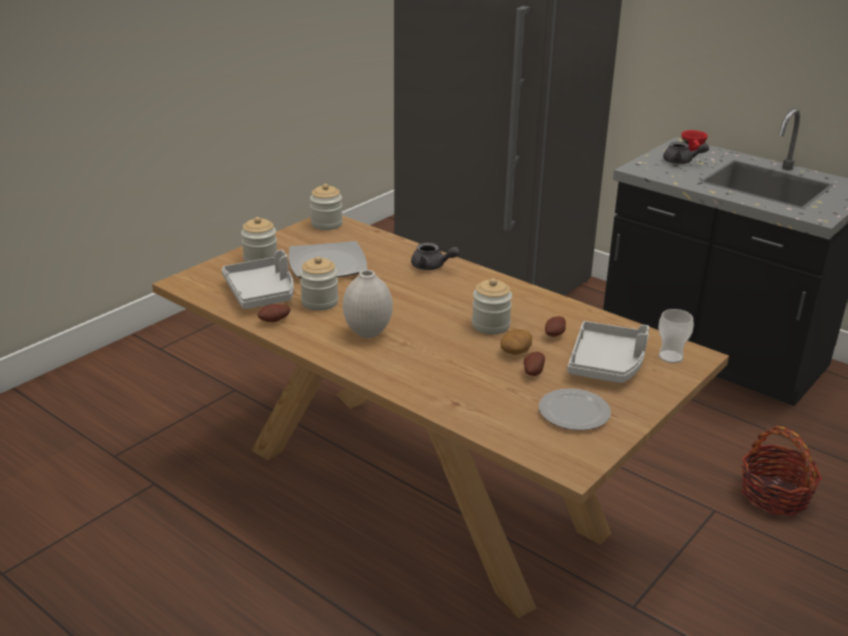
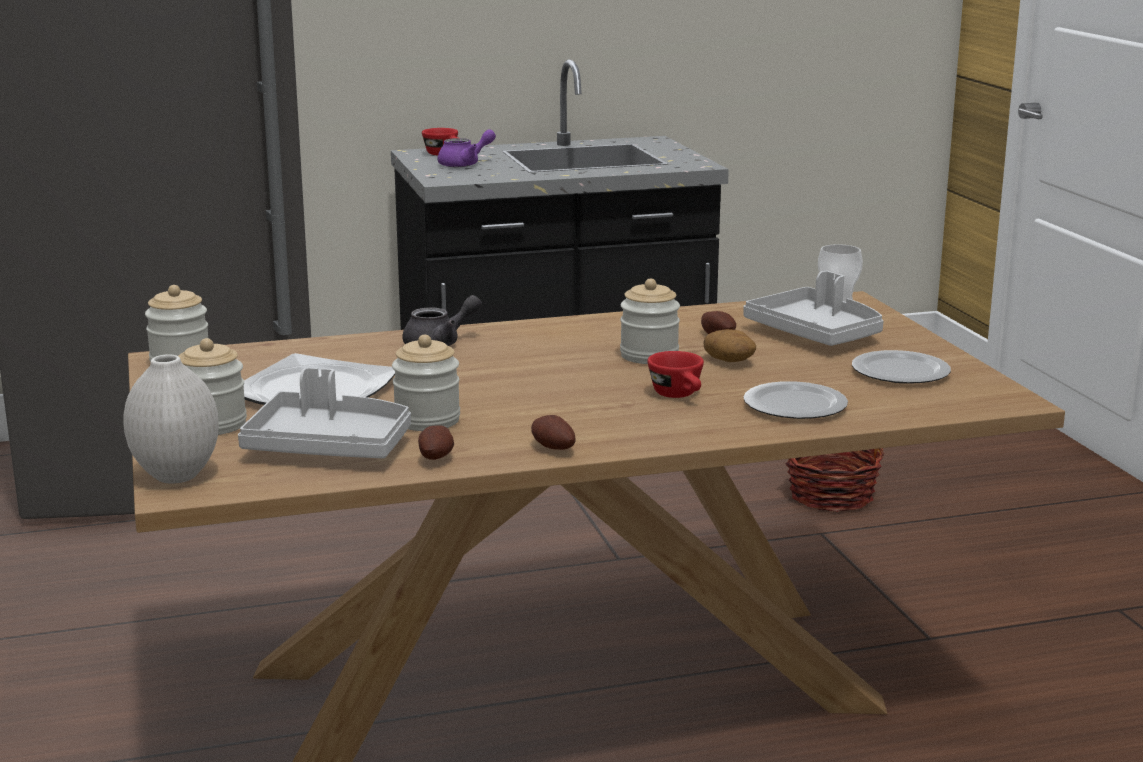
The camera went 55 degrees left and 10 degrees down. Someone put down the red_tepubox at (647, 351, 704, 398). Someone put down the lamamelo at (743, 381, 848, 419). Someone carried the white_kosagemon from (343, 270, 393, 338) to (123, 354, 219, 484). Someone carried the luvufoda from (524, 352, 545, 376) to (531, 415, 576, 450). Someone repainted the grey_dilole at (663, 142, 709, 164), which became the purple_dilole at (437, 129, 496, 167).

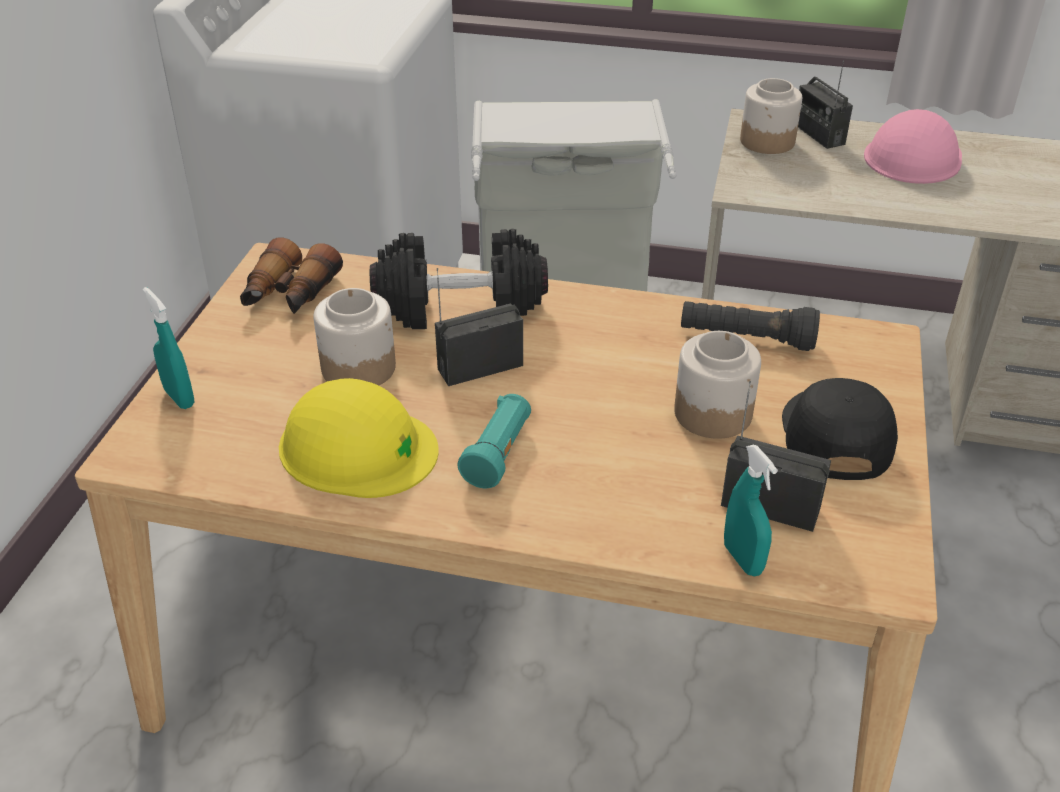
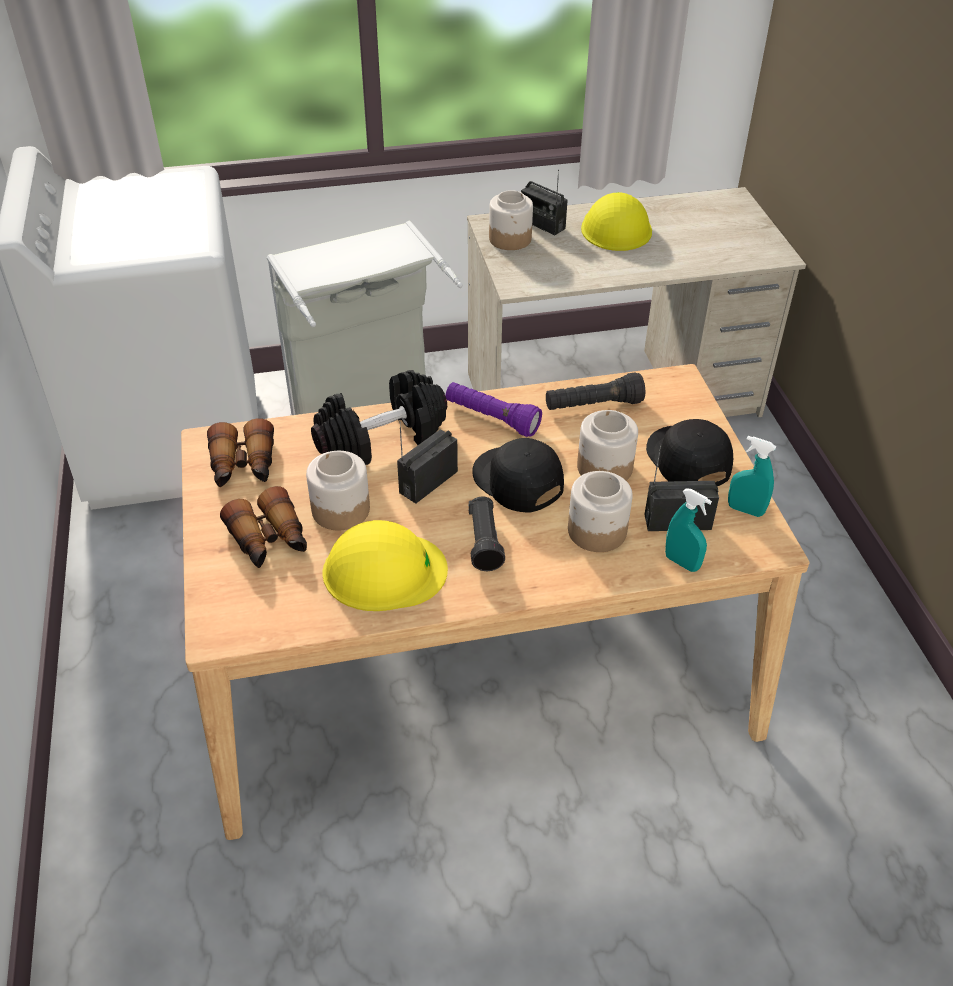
The camera went 25 degrees left and 5 degrees up. Someone put down the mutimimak at (220, 486, 307, 568). Someone put down the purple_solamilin at (446, 382, 542, 437). Someone put down the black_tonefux at (472, 438, 564, 513). Someone put down the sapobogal at (568, 471, 633, 552). Someone carried the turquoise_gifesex from (143, 287, 195, 409) to (728, 436, 776, 517). Someone repainted the turquoise_solamilin at (458, 394, 531, 488), which became the black_solamilin at (468, 496, 505, 571). Someone repainted the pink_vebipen at (864, 109, 962, 184), which became the yellow_vebipen at (581, 192, 652, 251).

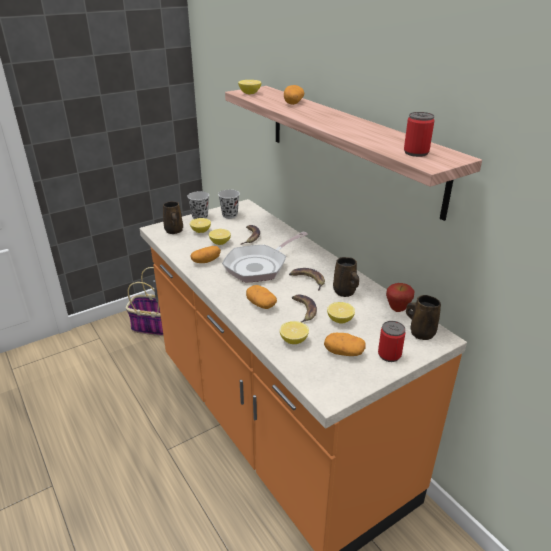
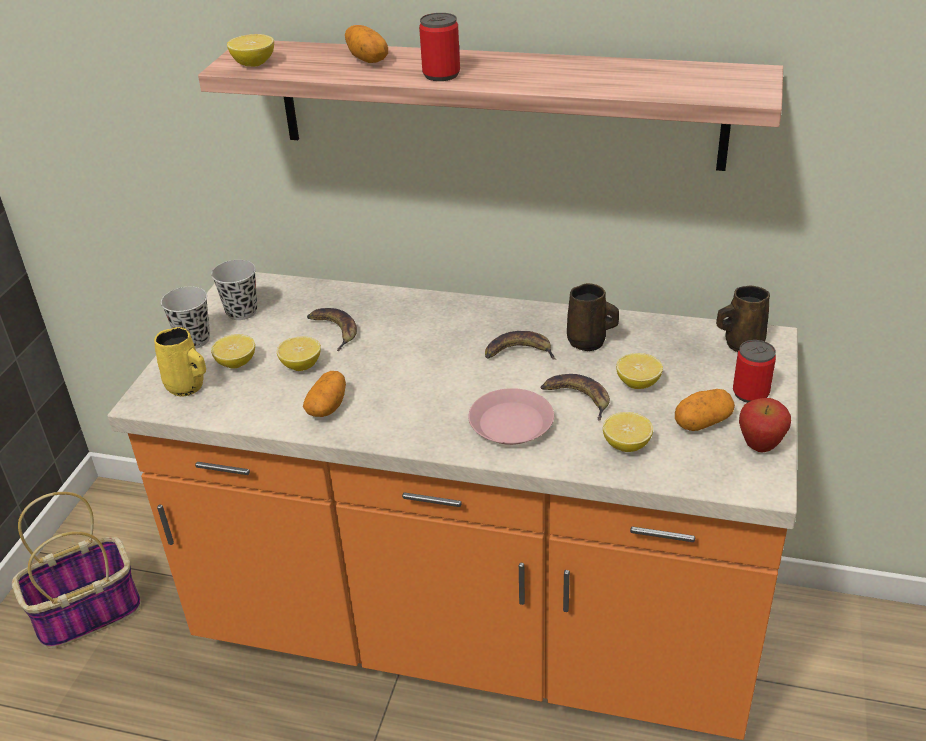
The camera went 40 degrees left and 5 degrees up. Someone took away the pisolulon at (222, 232, 308, 283). Someone carried the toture from (386, 283, 414, 312) to (739, 398, 791, 452). Someone carried the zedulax from (404, 112, 435, 157) to (419, 13, 460, 81). Someone swapped the luvufoda at (246, 285, 277, 309) for the pink_lamamelo at (468, 388, 554, 445). Someone repainted the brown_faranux at (163, 201, 183, 234), which became the yellow_faranux at (154, 327, 206, 397).

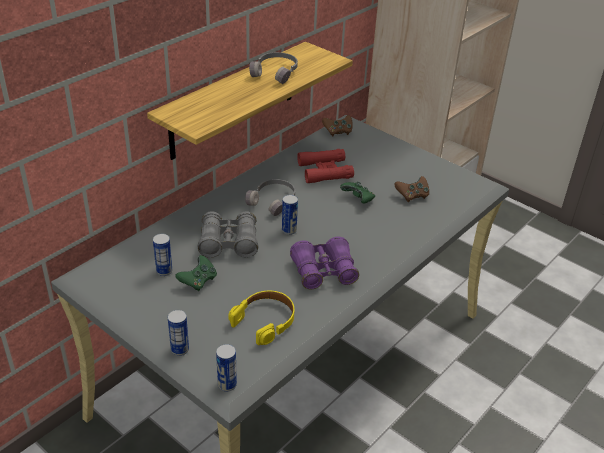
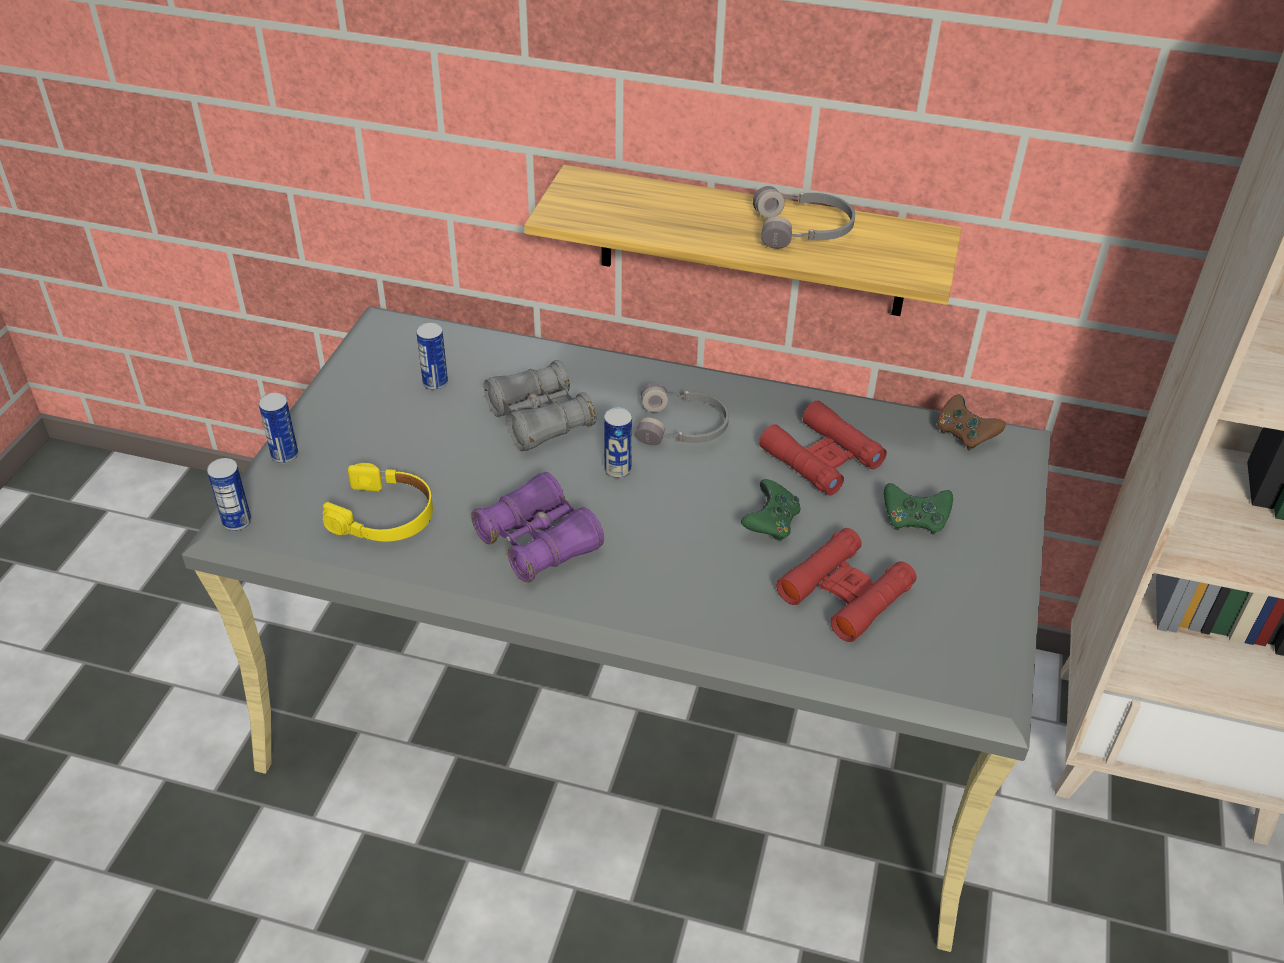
The camera went 65 degrees right and 5 degrees up. Someone carried the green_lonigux from (175, 255, 217, 291) to (884, 483, 953, 535). Someone swapped the brown_lonigux at (394, 176, 429, 202) for the red_mutimimak at (776, 528, 917, 642).

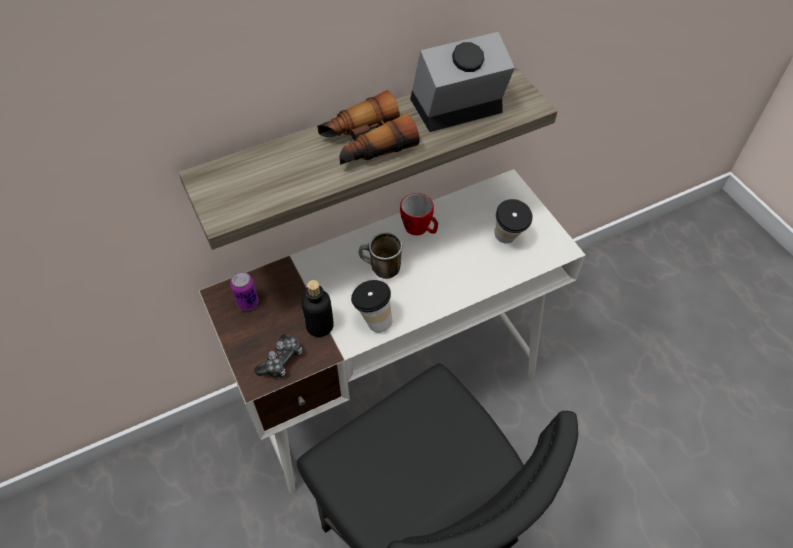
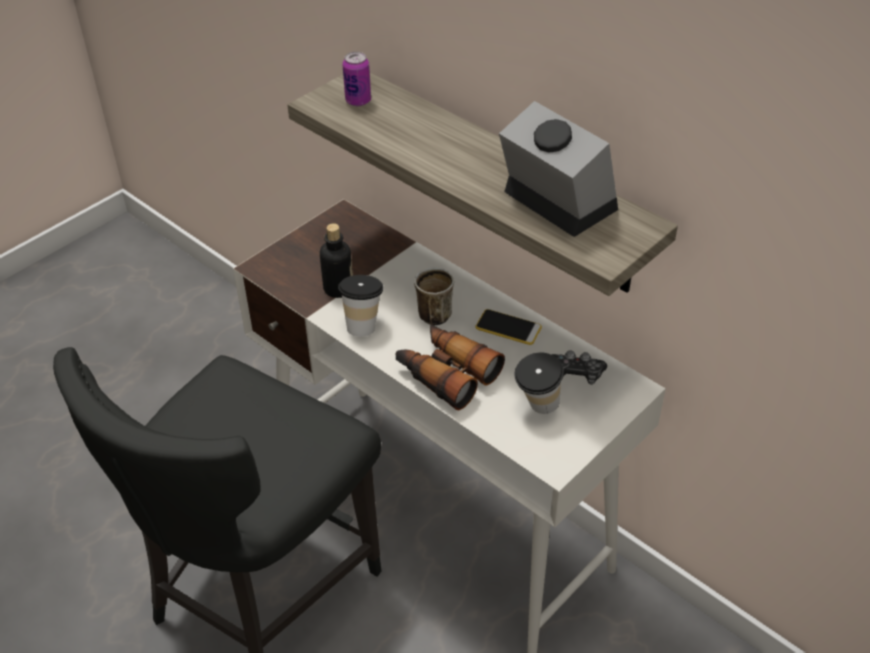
The camera went 70 degrees right and 10 degrees down. Someone carried the zedulax from (230, 272, 259, 311) to (343, 52, 371, 106). Someone carried the lonigux from (254, 334, 302, 377) to (552, 350, 607, 385). Someone carried the mutimimak from (317, 90, 420, 165) to (396, 324, 505, 410). Someone swapped the faranux at (400, 193, 438, 235) for the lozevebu at (475, 309, 542, 345).

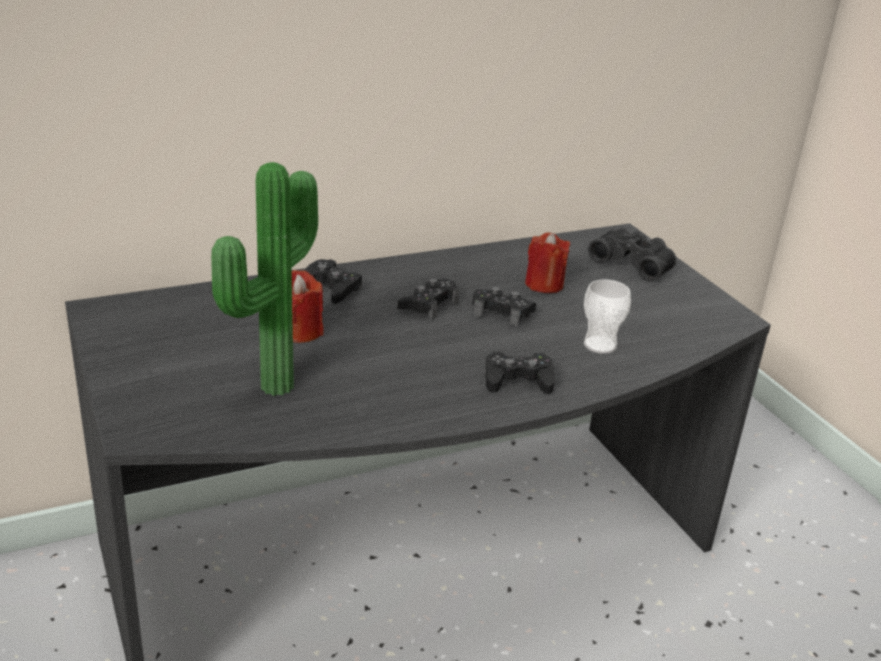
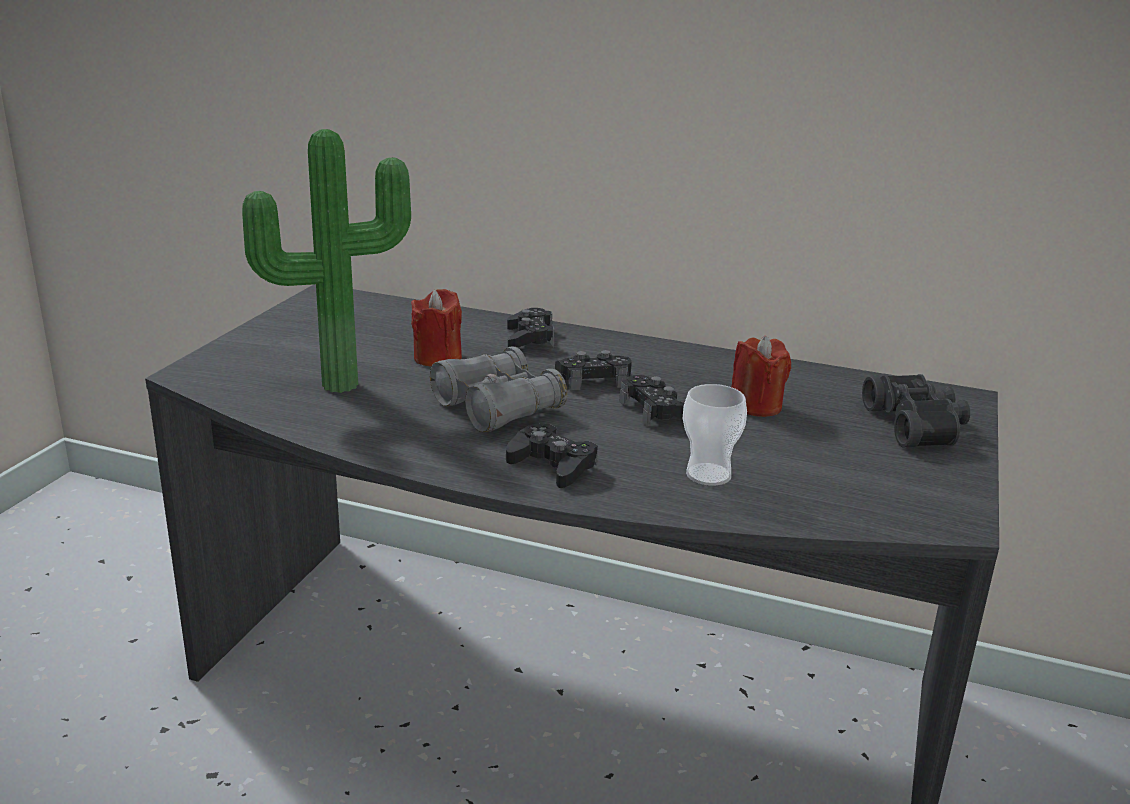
The camera went 45 degrees right and 5 degrees down. Someone put down the grey_mutimimak at (430, 347, 567, 432).

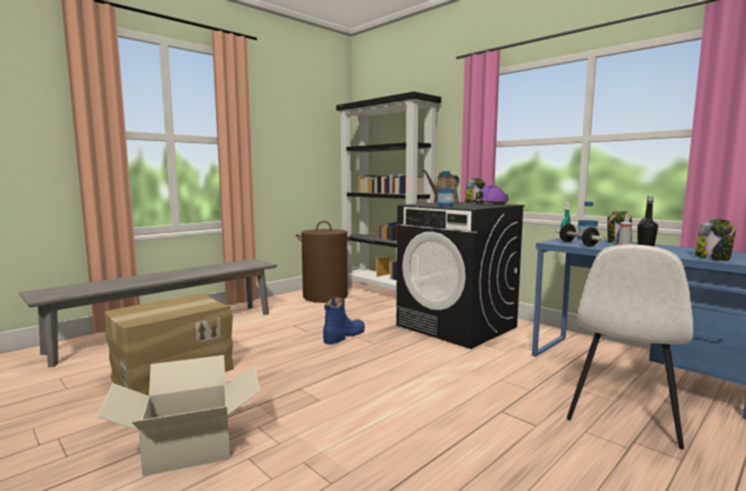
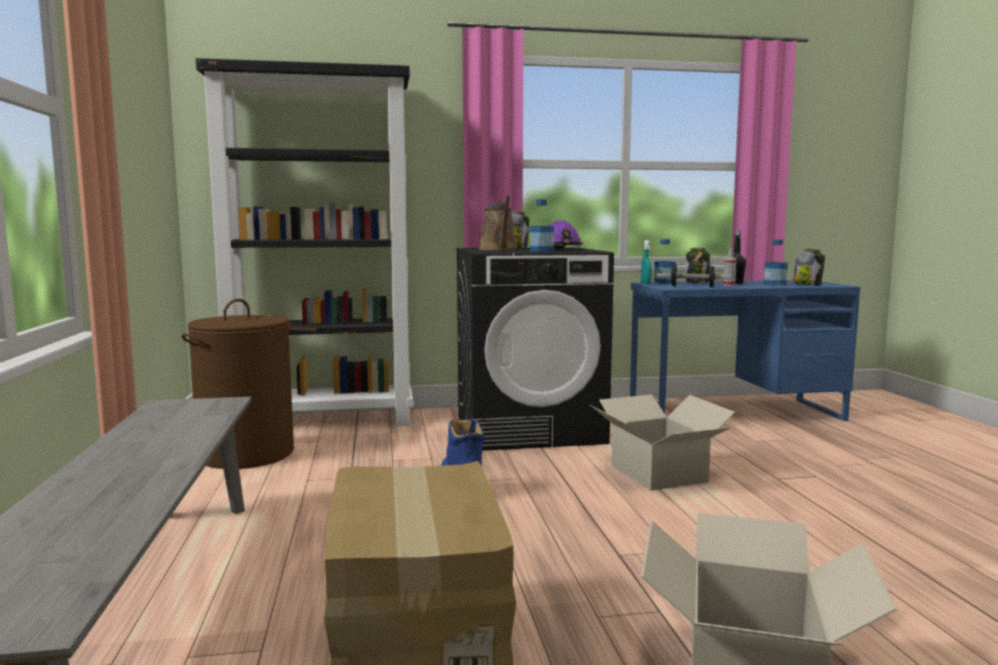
The camera went 55 degrees left and 0 degrees up. Someone took away the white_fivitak at (567, 244, 693, 449). Someone put down the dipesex at (590, 395, 735, 491). Someone put down the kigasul at (764, 239, 788, 286).

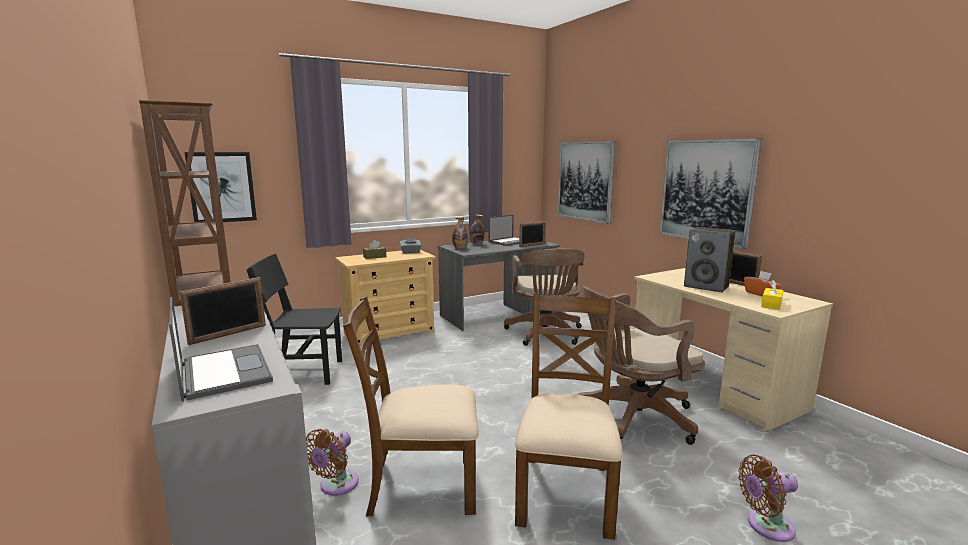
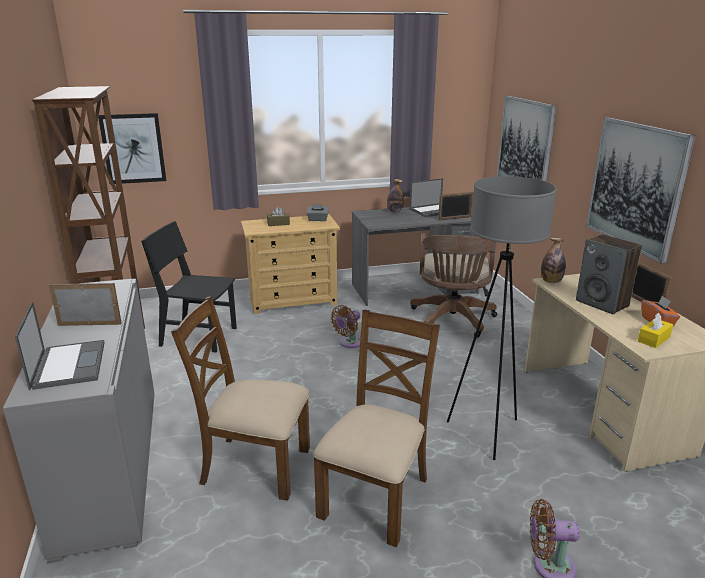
The camera went 15 degrees right and 10 degrees up. Someone carried the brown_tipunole from (306, 429, 359, 496) to (331, 305, 361, 348). Someone carried the kigasul from (452, 218, 468, 249) to (541, 238, 566, 283). Someone swapped the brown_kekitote at (578, 286, 705, 445) for the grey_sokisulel at (447, 176, 557, 460). Someone rotated the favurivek at (180, 277, 266, 345) by 150 degrees counterclockwise.

